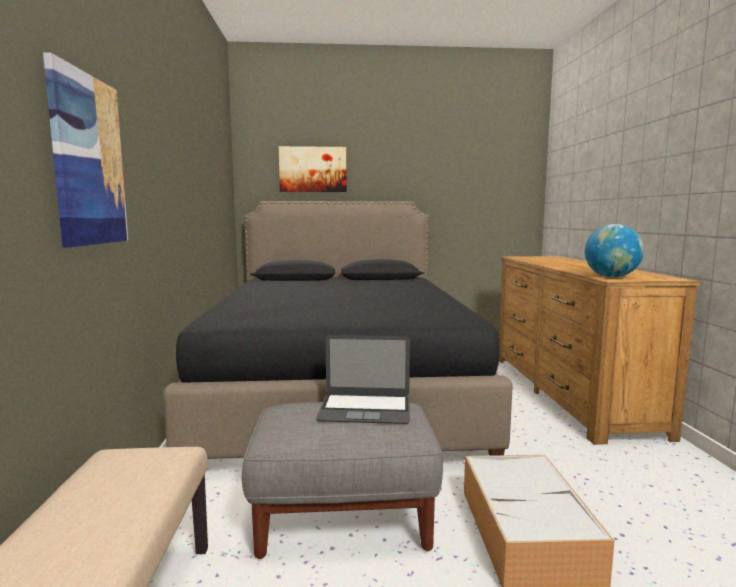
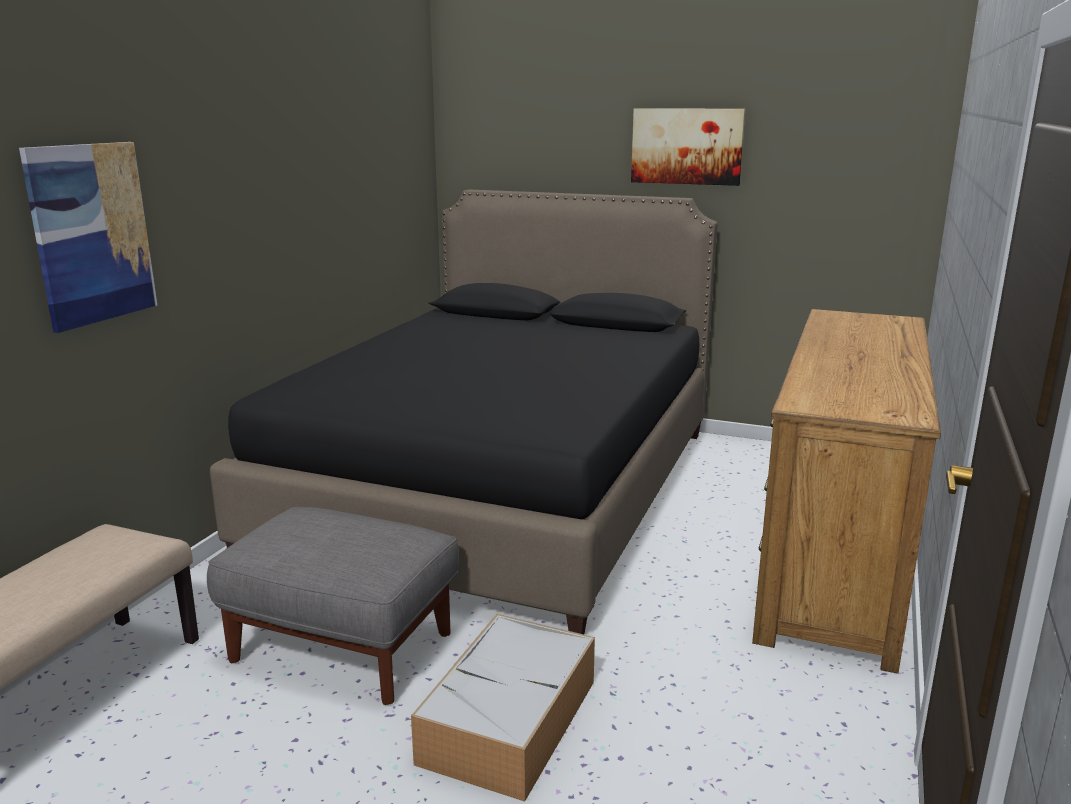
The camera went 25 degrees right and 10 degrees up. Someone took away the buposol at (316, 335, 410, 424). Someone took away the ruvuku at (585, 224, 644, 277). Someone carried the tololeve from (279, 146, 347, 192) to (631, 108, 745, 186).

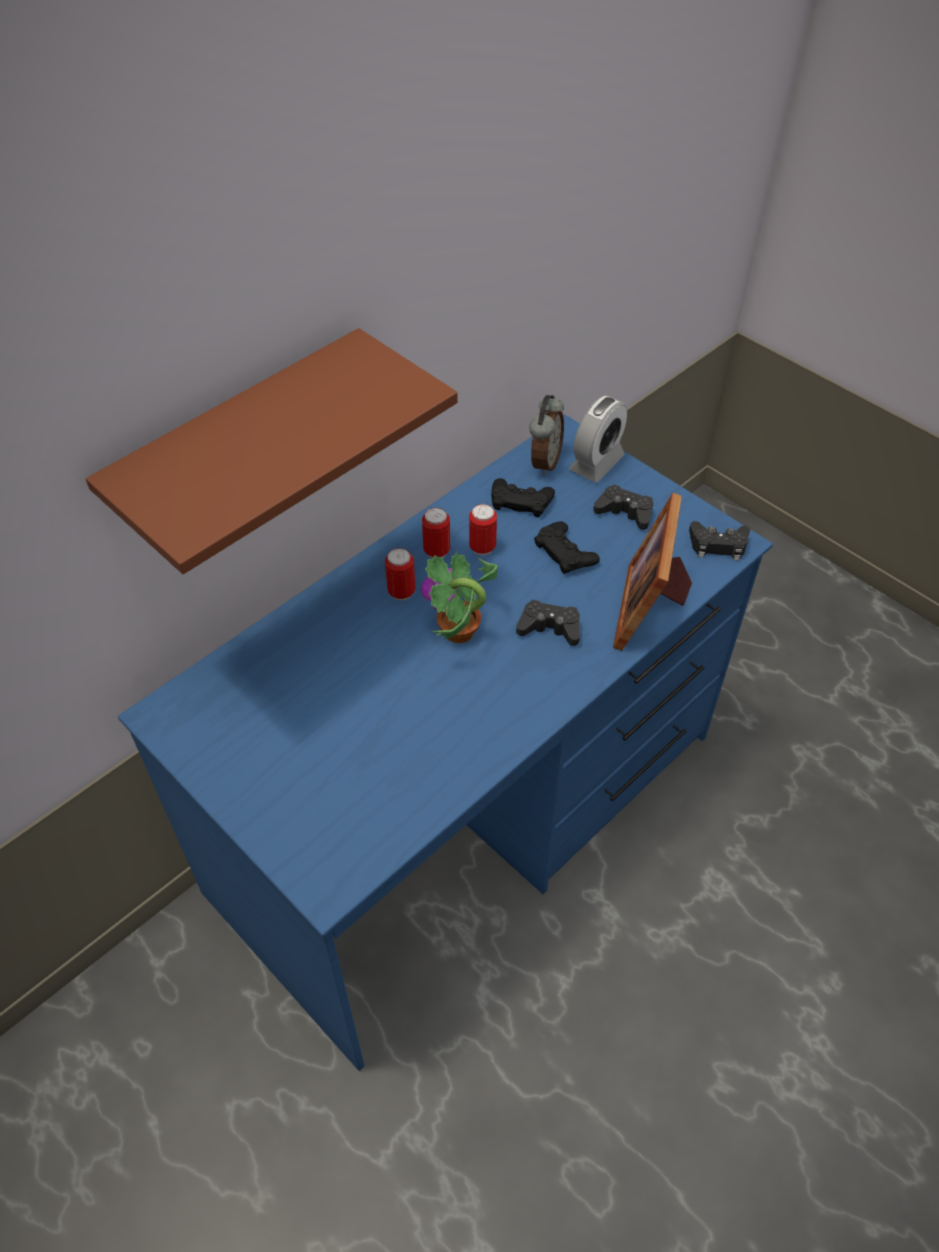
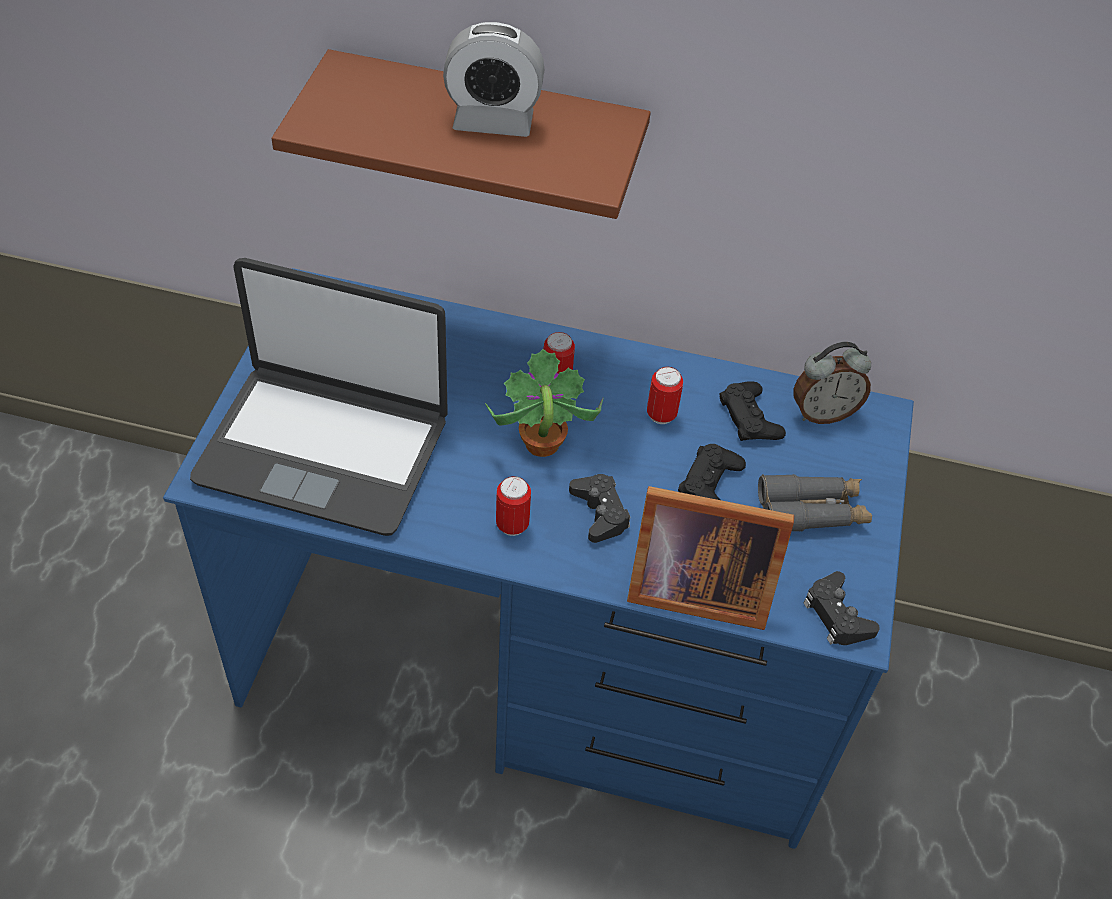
The camera went 55 degrees right and 0 degrees up. Someone put down the buposol at (190, 258, 448, 536). Someone carried the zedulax from (422, 507, 450, 558) to (496, 476, 531, 536). Someone carried the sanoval from (569, 396, 627, 483) to (443, 22, 544, 137). Someone swapped the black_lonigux at (593, 485, 653, 530) for the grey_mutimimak at (758, 474, 872, 531). Someone rotated the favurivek at (613, 493, 692, 651) by 150 degrees counterclockwise.

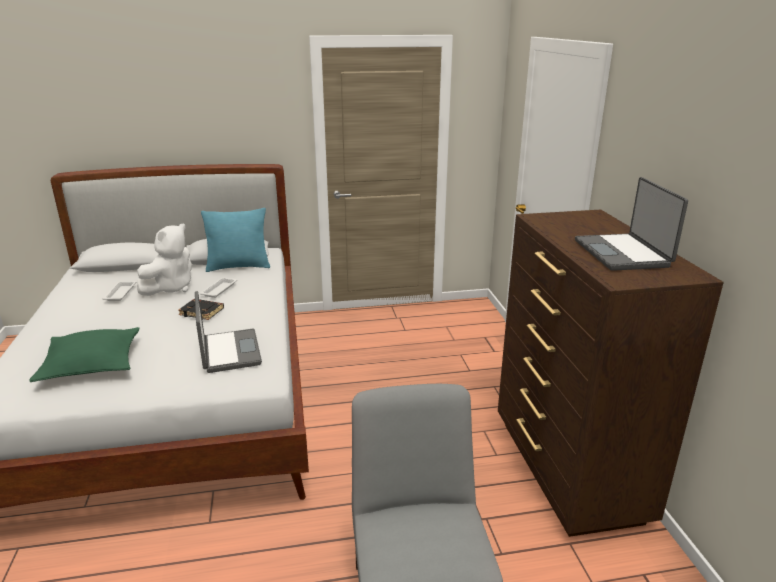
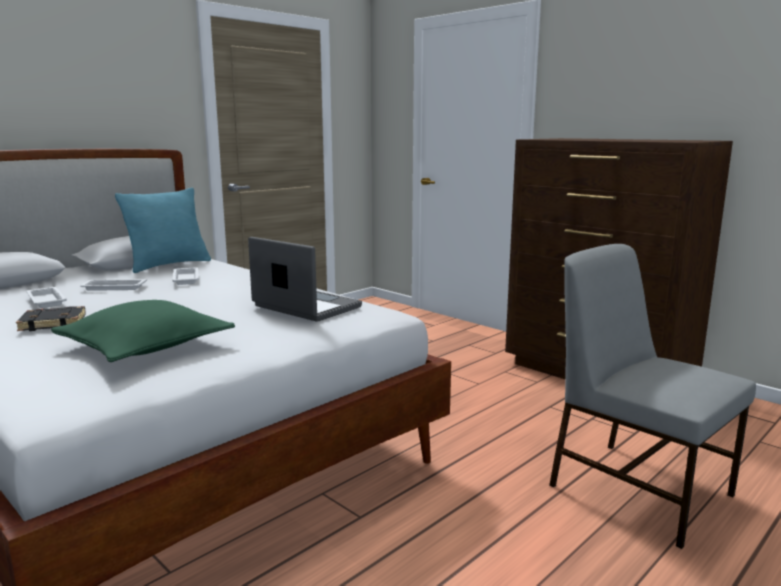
The camera went 35 degrees left and 10 degrees down. Someone took away the buposol at (575, 177, 688, 271). Someone carried the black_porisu from (178, 299, 224, 320) to (16, 306, 86, 331). Someone swapped the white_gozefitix at (137, 224, 192, 296) for the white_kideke at (80, 278, 147, 291).

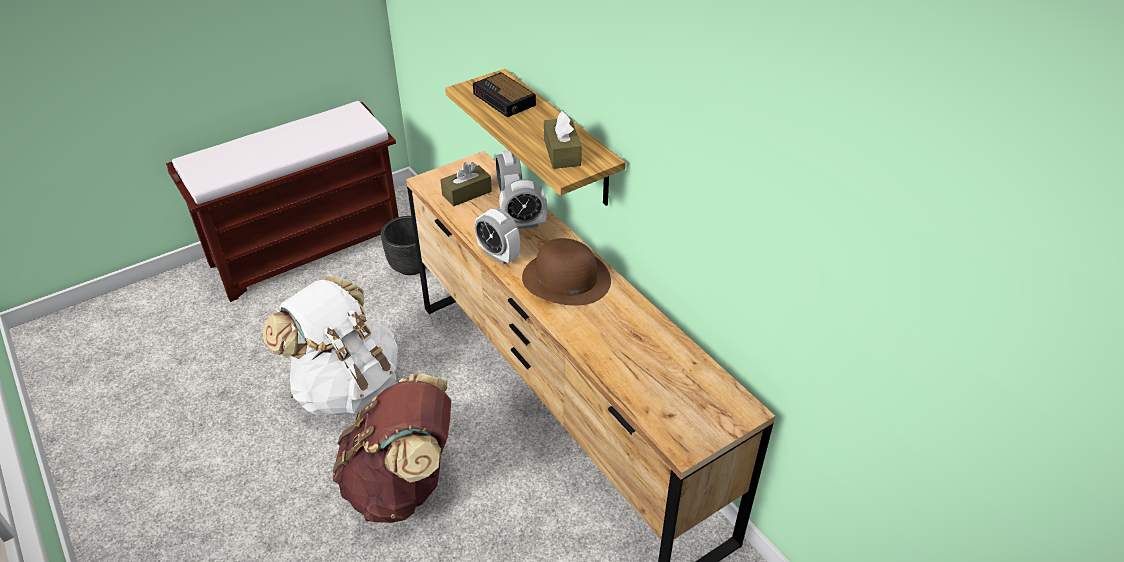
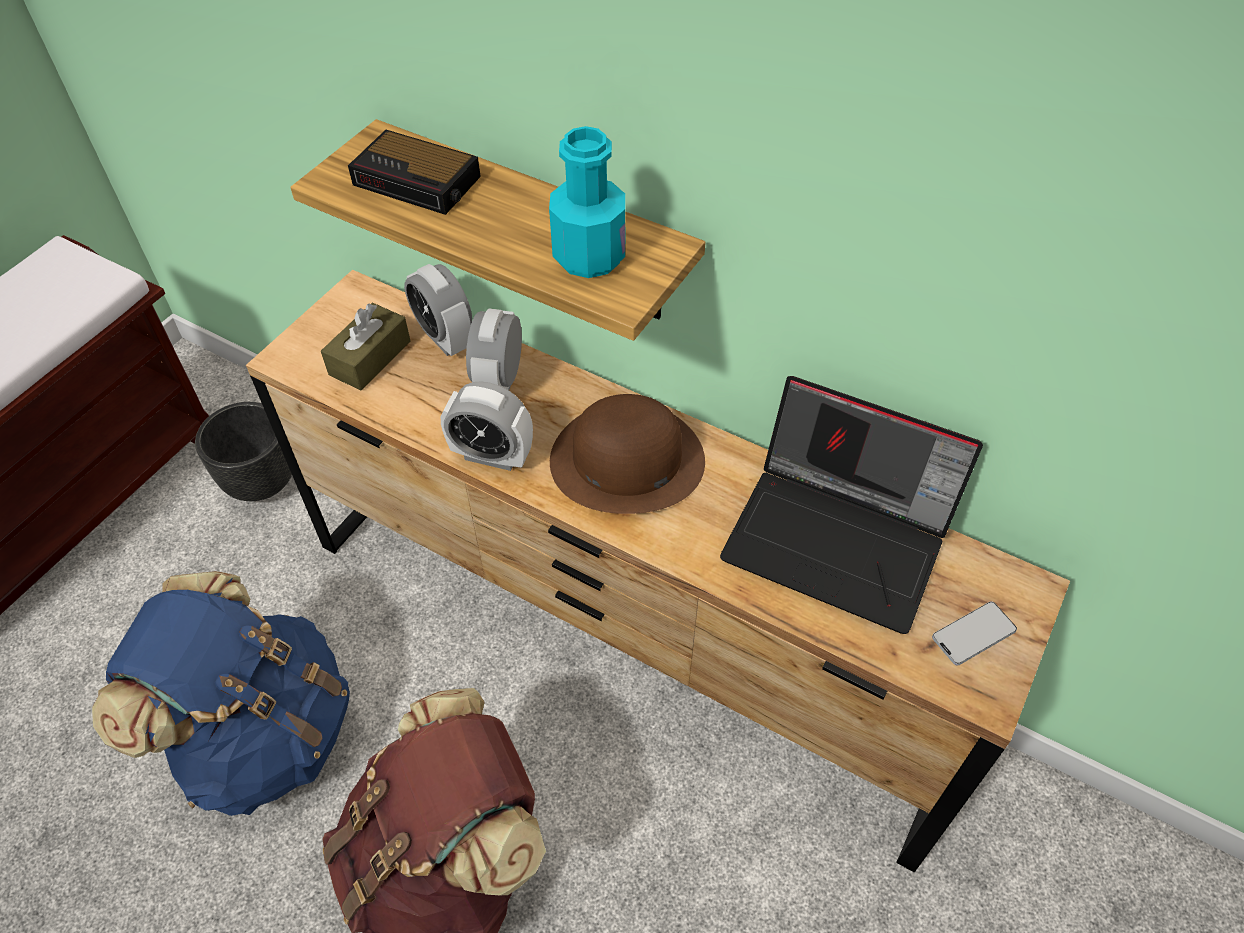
The camera went 25 degrees left and 10 degrees up. Someone put down the buposol at (720, 376, 983, 634). Someone put down the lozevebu at (932, 601, 1017, 666). Someone swapped the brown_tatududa at (544, 111, 582, 169) for the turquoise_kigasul at (549, 126, 625, 278). Someone repainted the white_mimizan at (262, 276, 398, 416), which became the blue_mimizan at (92, 571, 350, 816). Someone rotated the sanoval at (499, 179, 547, 229) by 135 degrees clockwise.

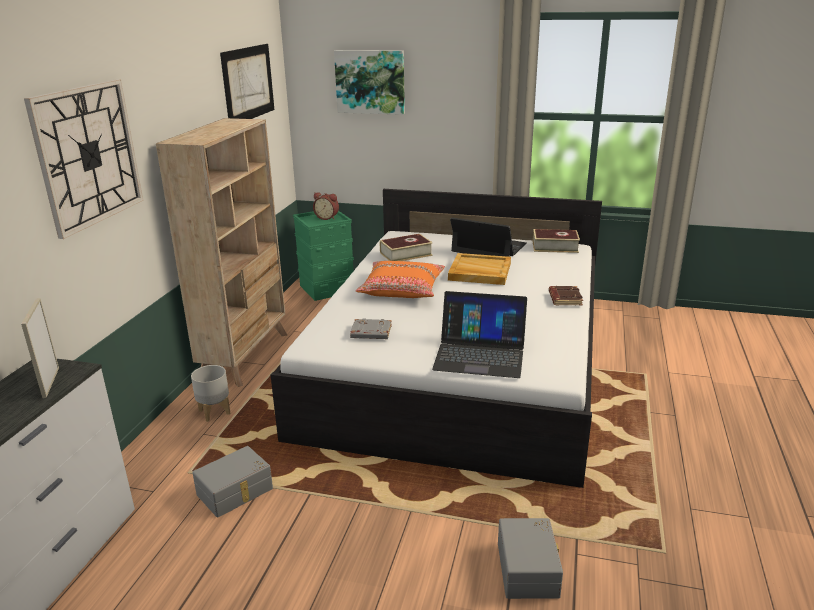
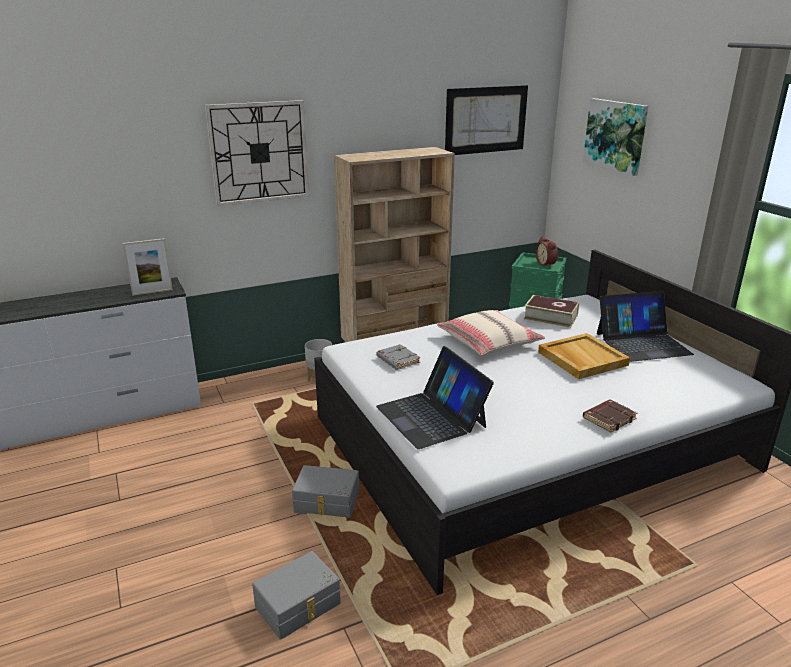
The camera went 50 degrees right and 0 degrees up. Someone took away the porisu at (533, 229, 580, 253). Someone carried the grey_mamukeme from (192, 446, 273, 517) to (292, 465, 359, 518). Someone repainted the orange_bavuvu at (356, 261, 445, 298), which became the beige_bavuvu at (437, 310, 545, 355). Someone rotated the favurivek at (21, 298, 59, 398) by 150 degrees counterclockwise. Someone rotated the buposol at (450, 217, 526, 257) by 90 degrees clockwise.

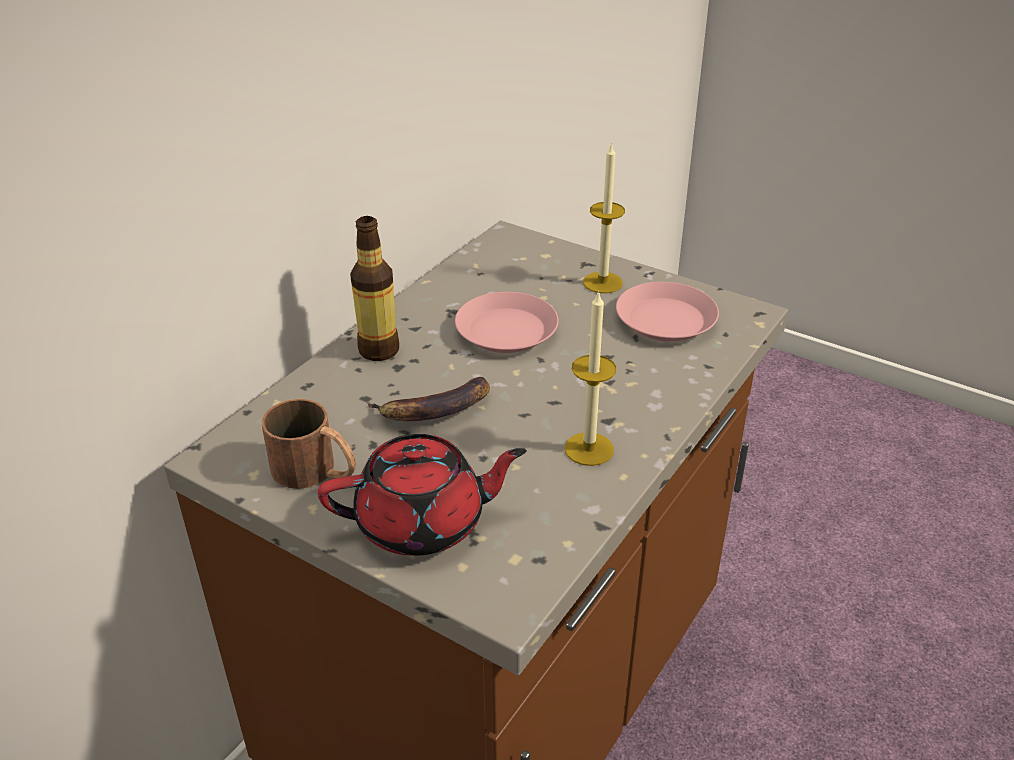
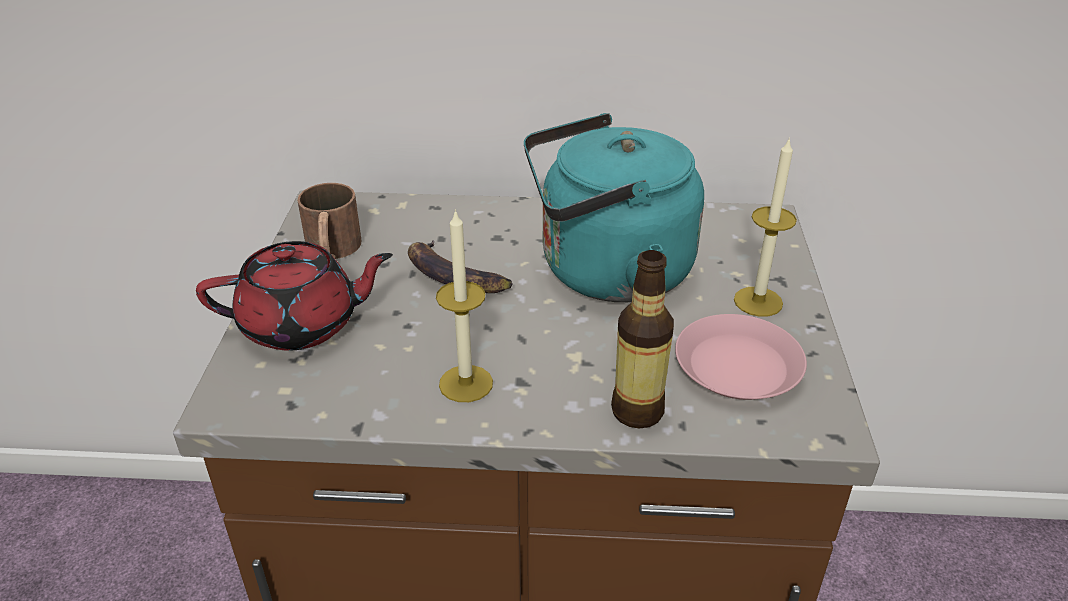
The camera went 60 degrees right and 0 degrees up. Someone carried the kigasul from (350, 216, 399, 361) to (611, 250, 674, 429). Someone swapped the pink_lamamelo at (455, 292, 559, 353) for the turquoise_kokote at (524, 113, 704, 302). Someone rotated the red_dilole at (318, 434, 527, 556) by 60 degrees counterclockwise.

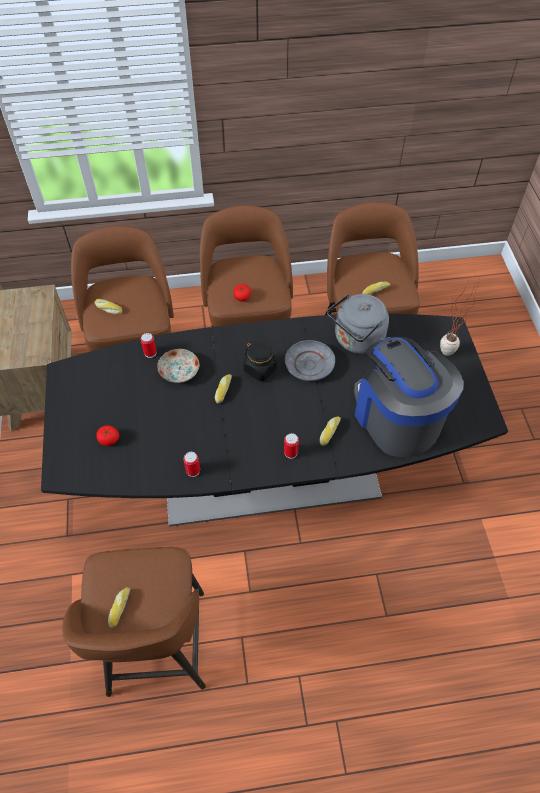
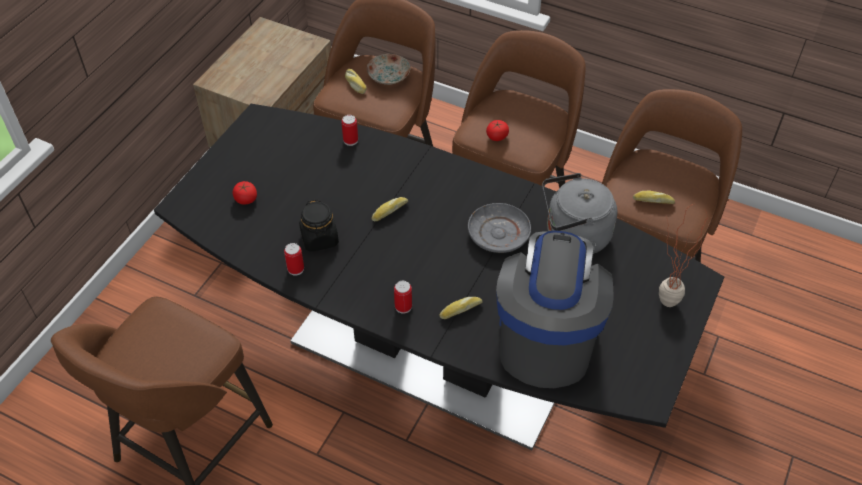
The camera went 35 degrees right and 5 degrees down. Someone took away the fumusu at (108, 587, 130, 628). Someone carried the lamamelo from (157, 349, 200, 383) to (367, 54, 410, 85). Someone carried the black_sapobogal from (243, 341, 277, 381) to (299, 199, 339, 252).

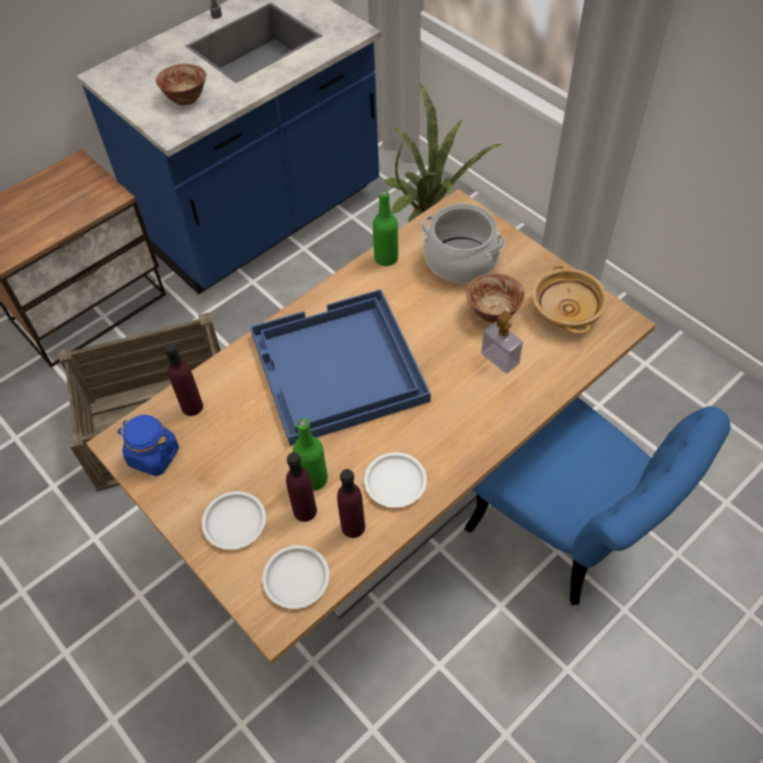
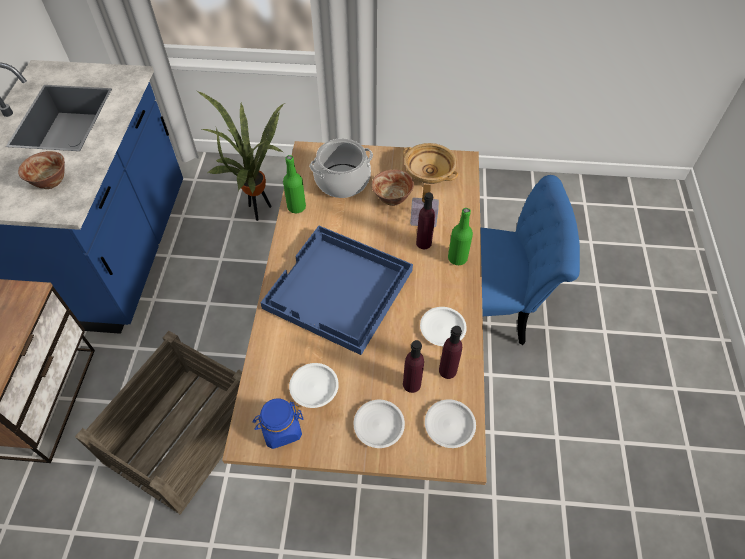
The camera went 45 degrees left and 0 degrees up. Someone put down the white_lamamelo at (289, 363, 339, 408). Someone carried the purple_kigasul from (165, 343, 203, 416) to (416, 192, 435, 249). Someone carried the green_kigasul from (293, 418, 328, 491) to (448, 208, 473, 265).

